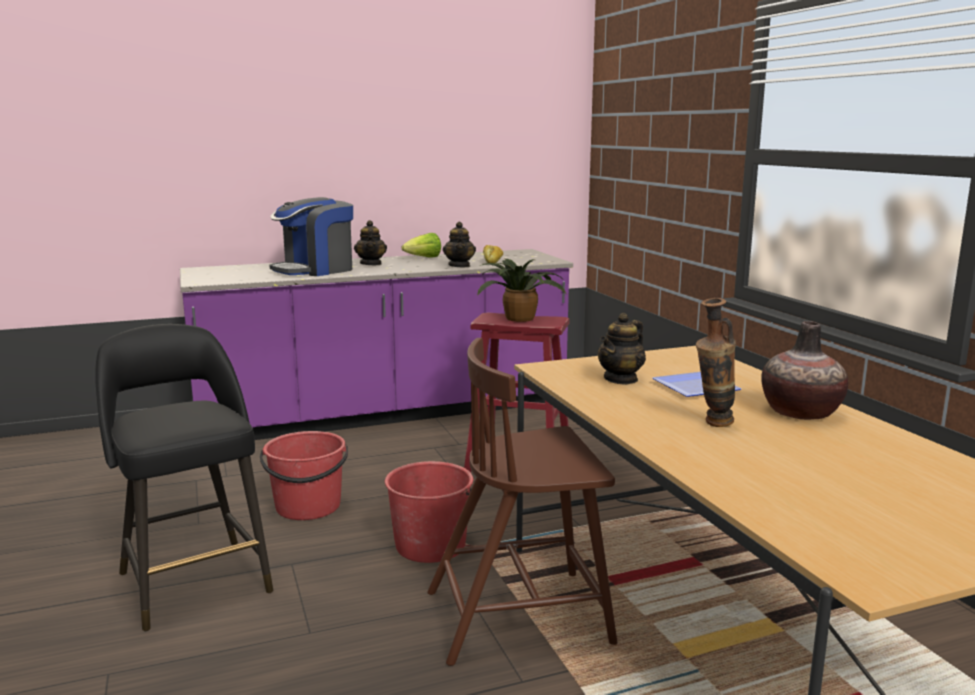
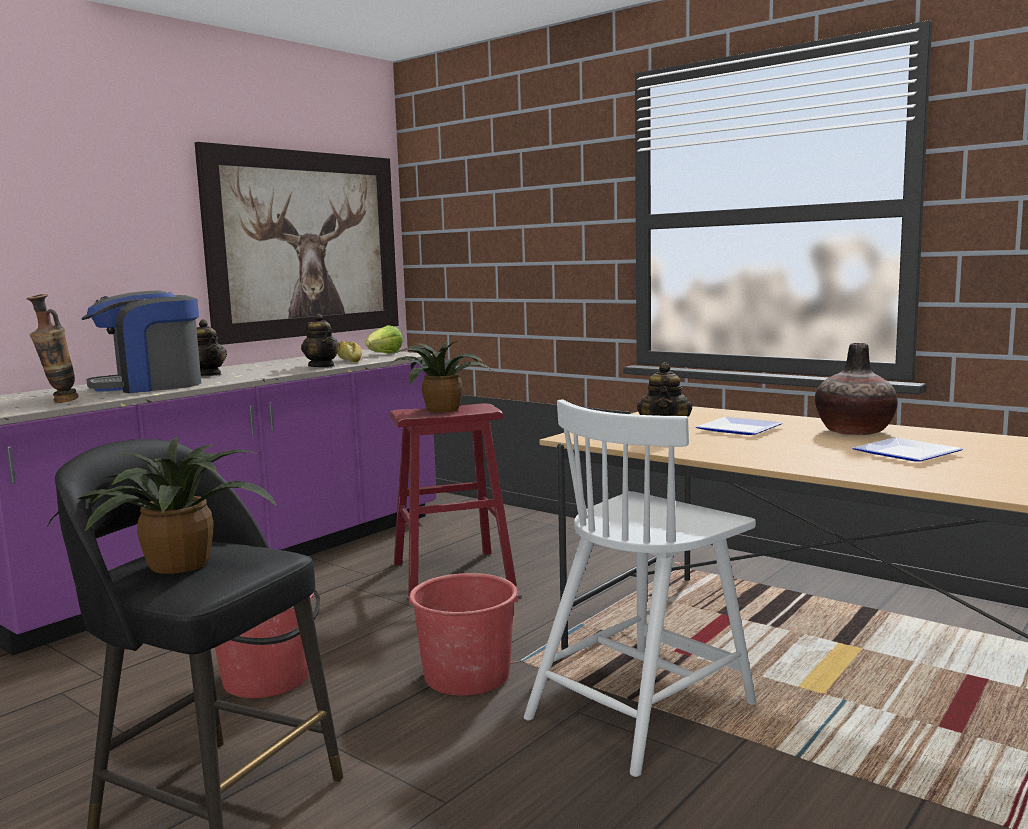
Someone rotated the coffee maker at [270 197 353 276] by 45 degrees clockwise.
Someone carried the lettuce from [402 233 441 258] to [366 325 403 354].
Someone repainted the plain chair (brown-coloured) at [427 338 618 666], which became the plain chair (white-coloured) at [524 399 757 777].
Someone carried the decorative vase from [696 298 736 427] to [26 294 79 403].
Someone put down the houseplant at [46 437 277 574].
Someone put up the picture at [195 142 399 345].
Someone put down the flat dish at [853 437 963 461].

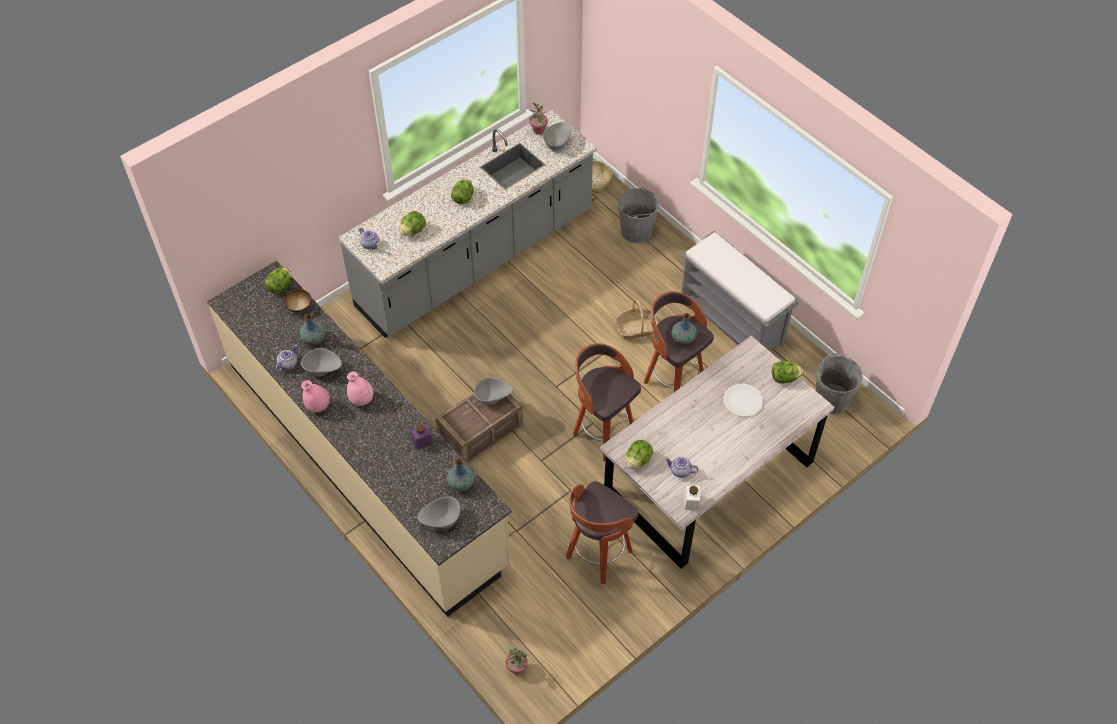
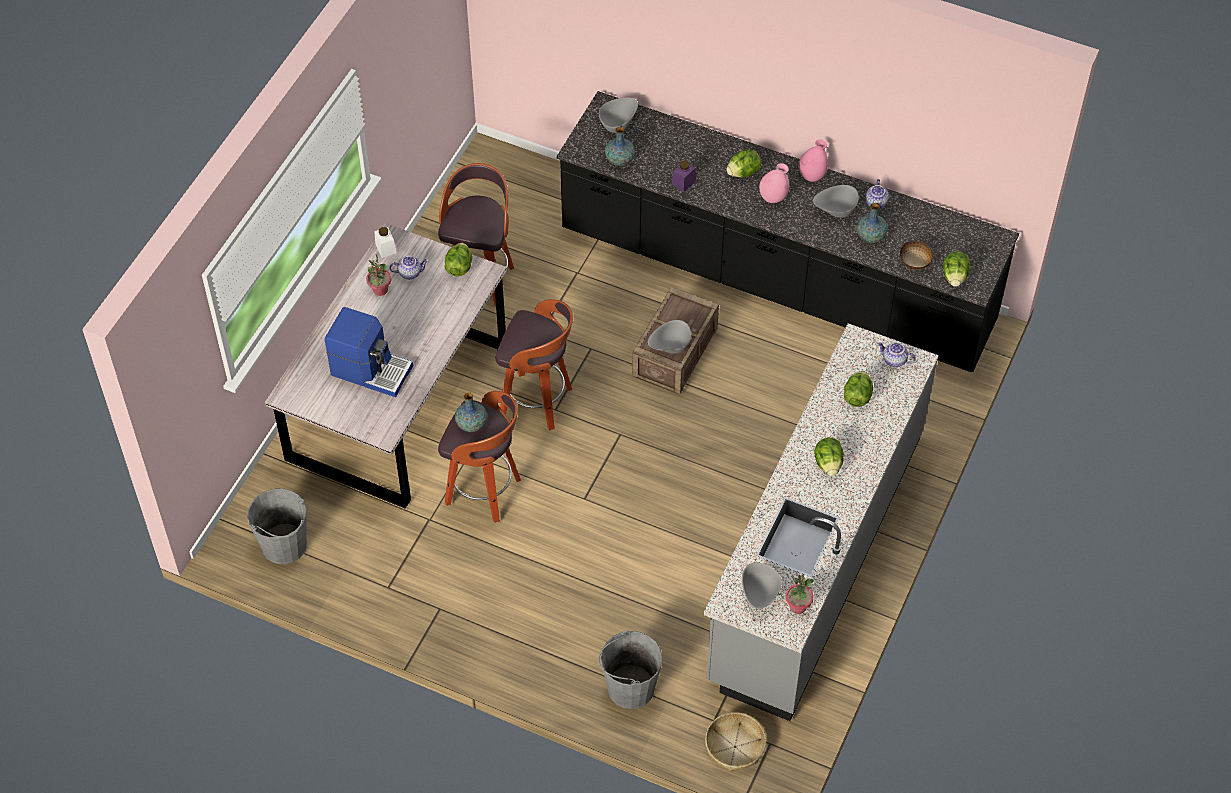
Someone repainted the kitchen base unit (beige-coloured) at [207 260 512 617], which became the kitchen base unit (blackish) at [557 91 1019 372].
Someone carried the houseplant from [506 648 528 674] to [366 255 391 296].
Someone took away the basket at [615 299 658 340].
Someone took away the indoor bench (gray) at [681 231 799 351].
Someone swapped the flat dish (white-coloured) at [723 384 763 417] for the coffee maker at [325 307 413 397].
Someone carried the lettuce from [772 361 803 384] to [726 149 761 178].

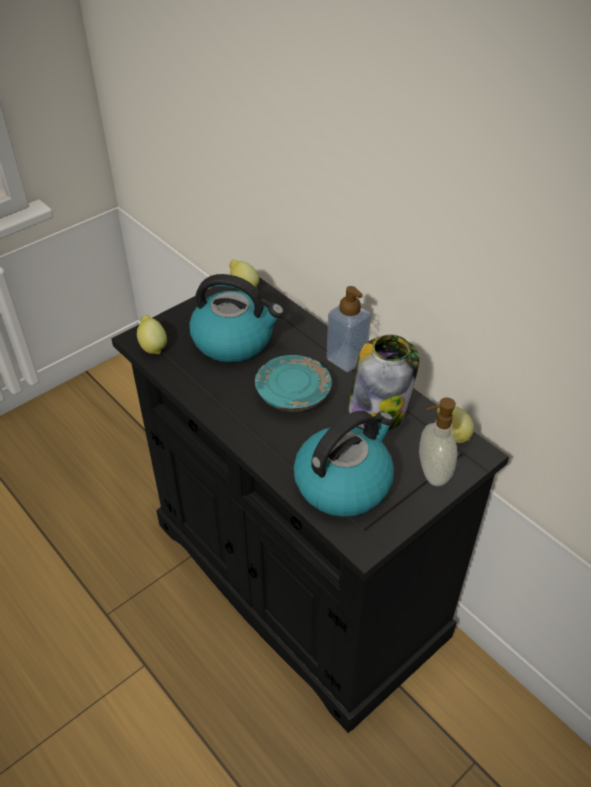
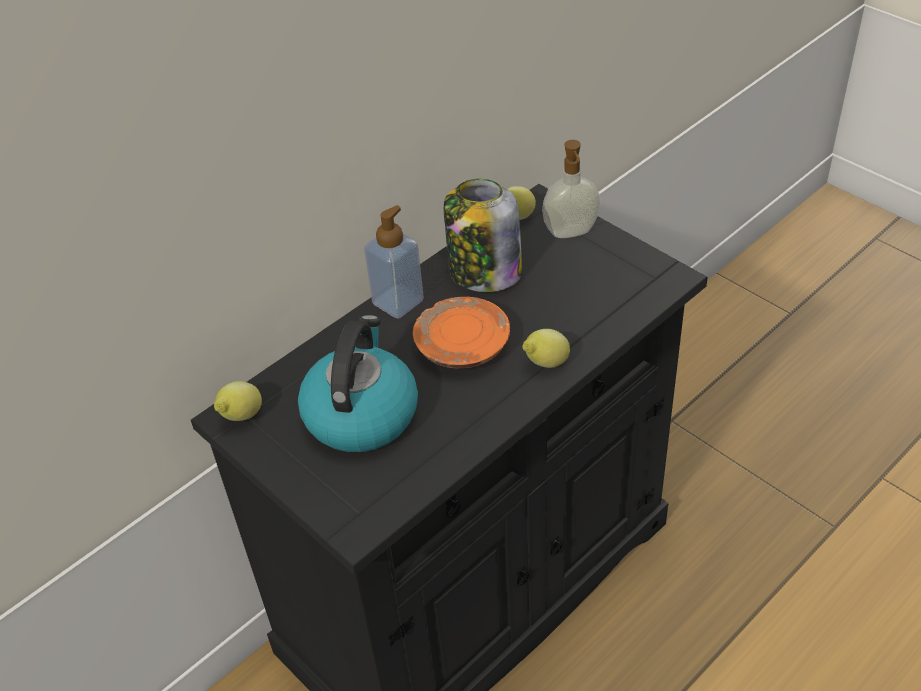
Someone carried the whole lemon from [137 315 167 355] to [523 329 570 368].
Someone repainted the flat dish (turquoise-coloured) at [255 355 332 412], which became the flat dish (orange-coloured) at [413 297 510 368].
Someone took away the water kettle at [294 411 394 517].

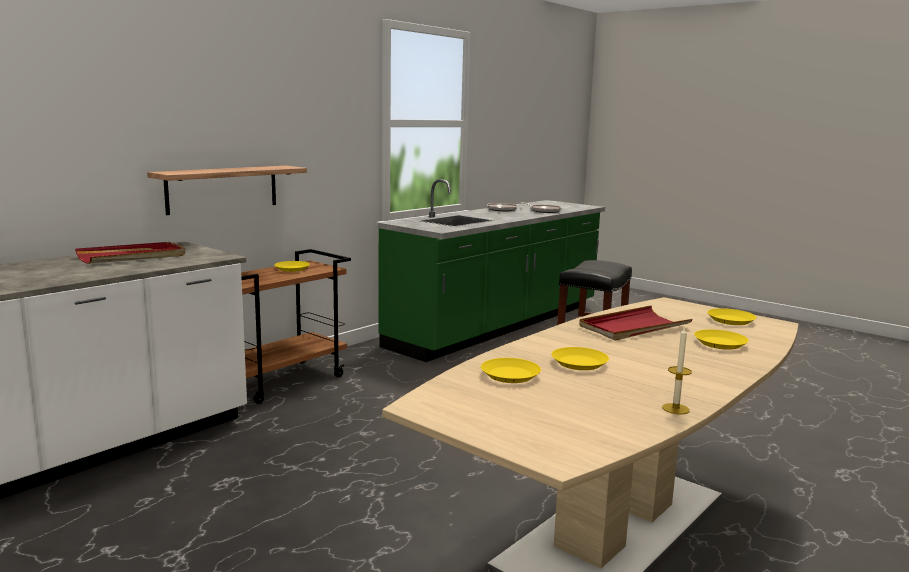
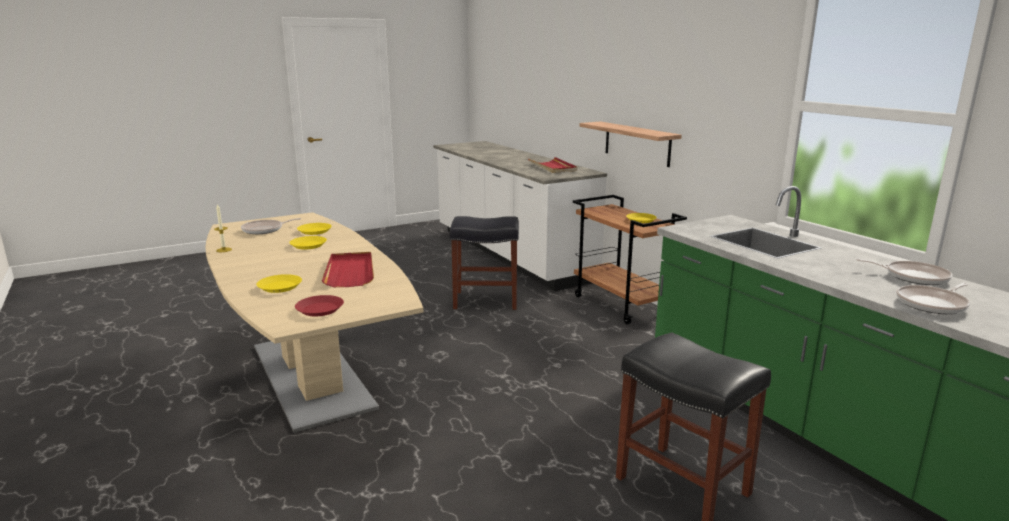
Someone repainted the flat dish (yellow-coloured) at [707 308 757 325], which became the flat dish (red) at [295 295 344 316].
Someone put down the frying pan at [241 218 301 234].
Someone put down the stool (blackish) at [450 216 519 310].

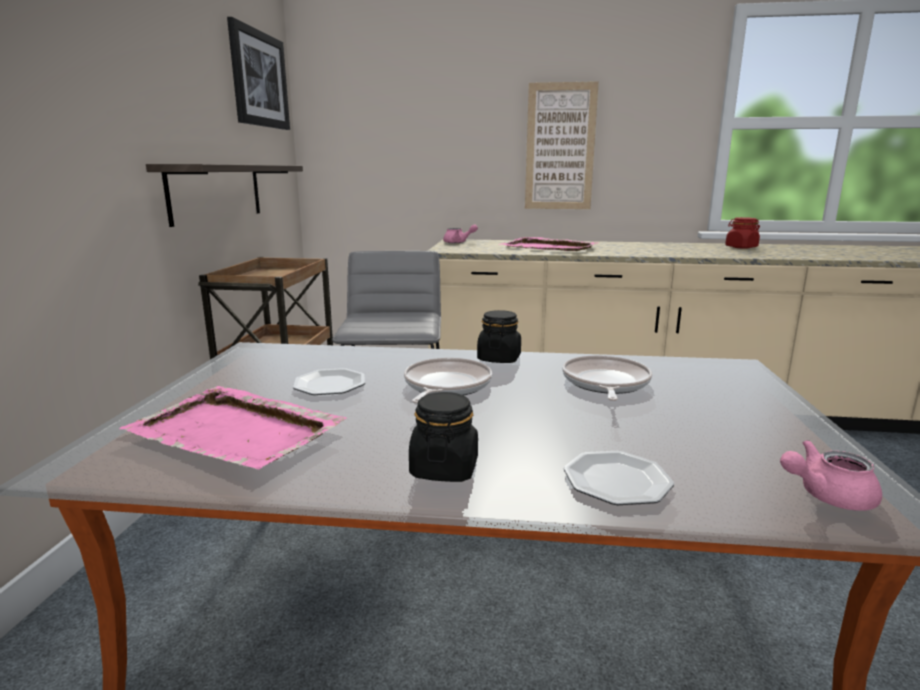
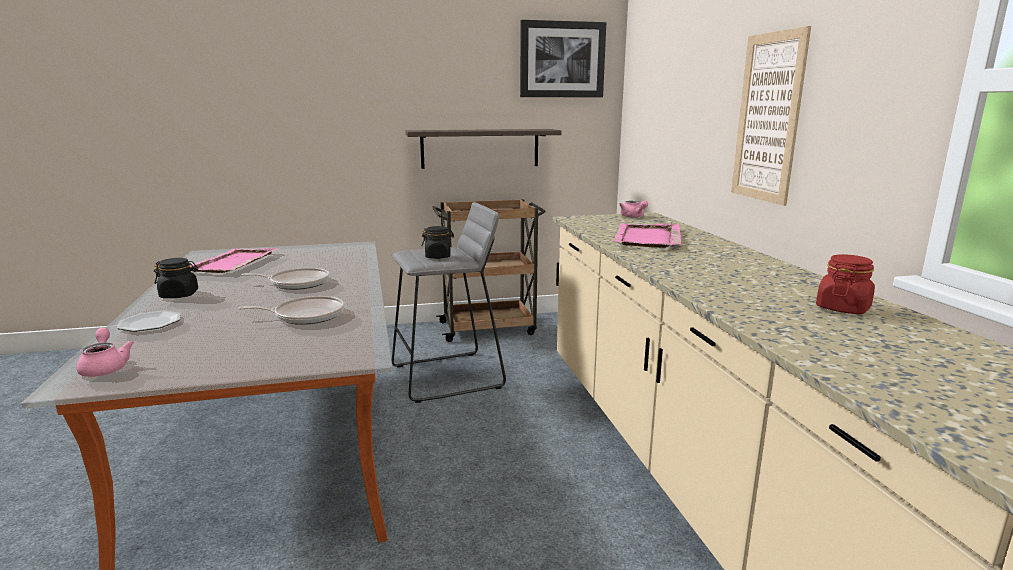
Someone took away the flat dish at [293 368 365 395].
Someone carried the preserve jar (blackish) from [477 310 521 363] to [422 226 454 259].

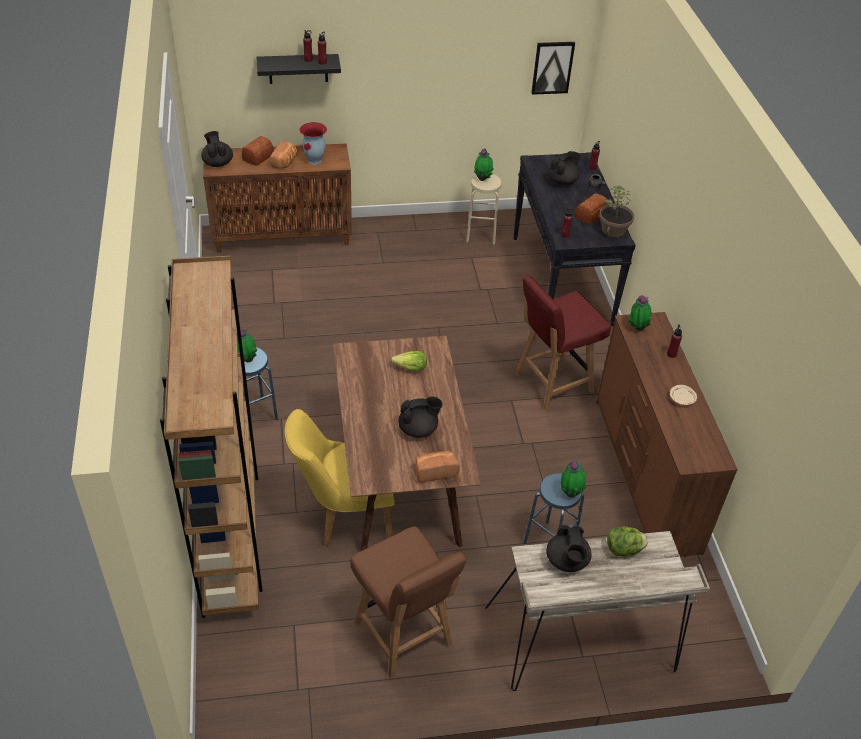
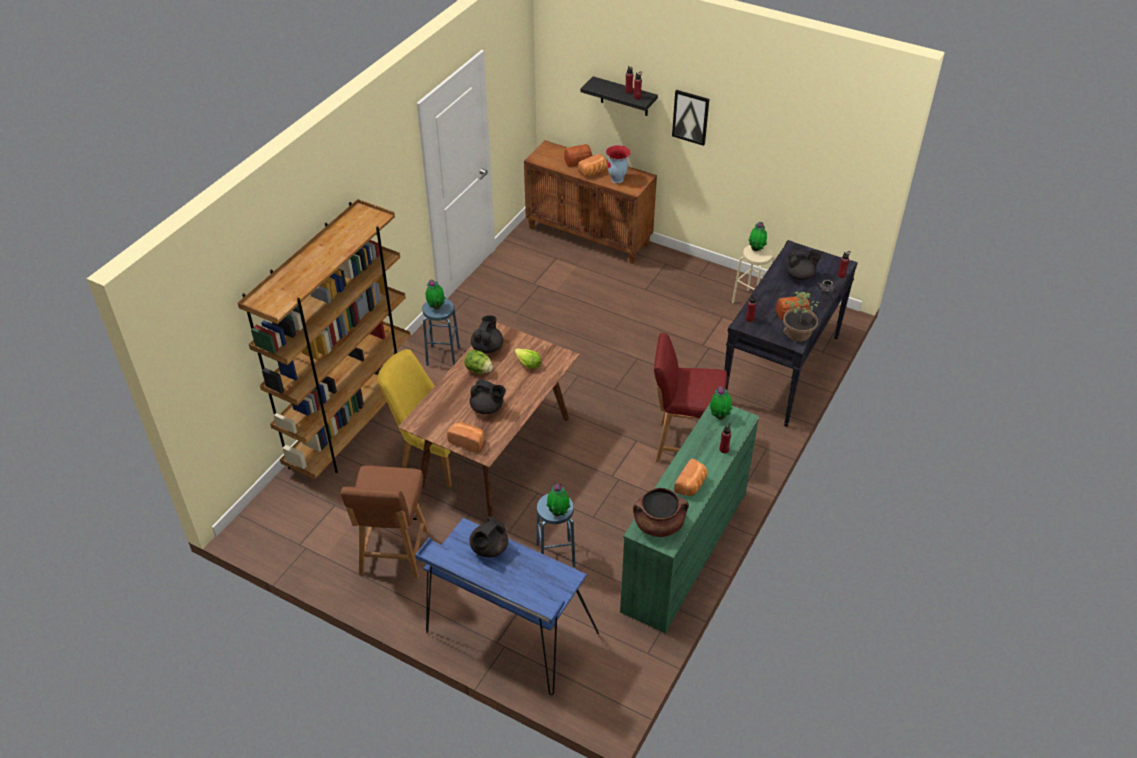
Someone carried the teapot (blackish) from [201 131 233 167] to [471 315 503 353].
Someone repainted the desk unit (beige-coloured) at [485 531 710 691], which became the desk unit (blue) at [415 518 599 695].
Someone carried the picture from [531 42 575 95] to [672 90 709 146].
Someone repainted the dresser (brown-coloured) at [596 312 738 557], which became the dresser (greenish) at [620 402 759 634].
Someone carried the lettuce from [607 526 648 556] to [464 350 493 374].
Someone swapped the flat dish (beige-coloured) at [670 385 697 405] for the bread at [674 459 708 496].
Someone put down the saucepot (brown-coloured) at [633 488 689 537].

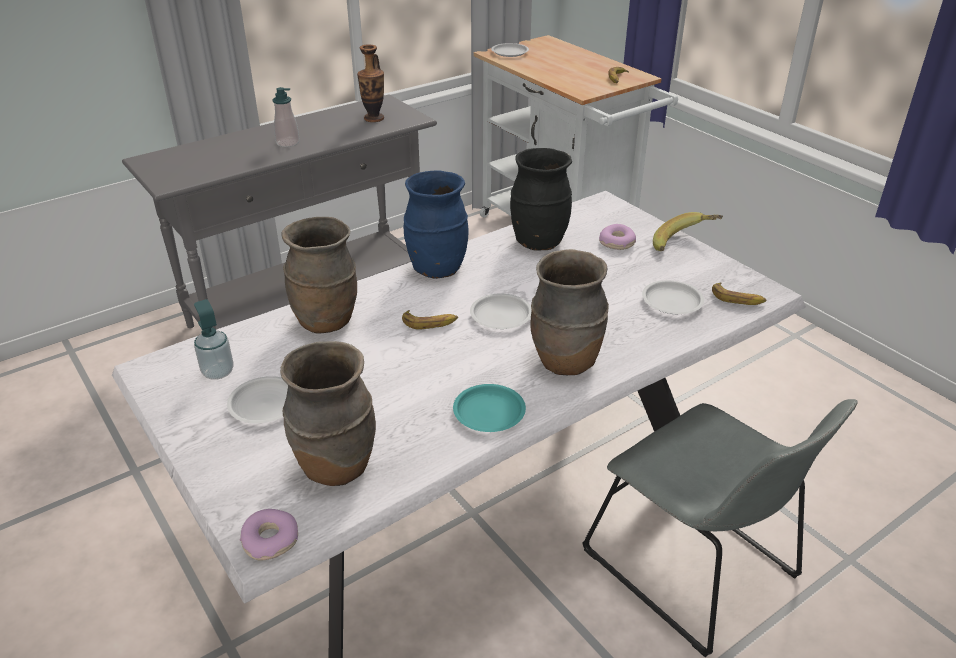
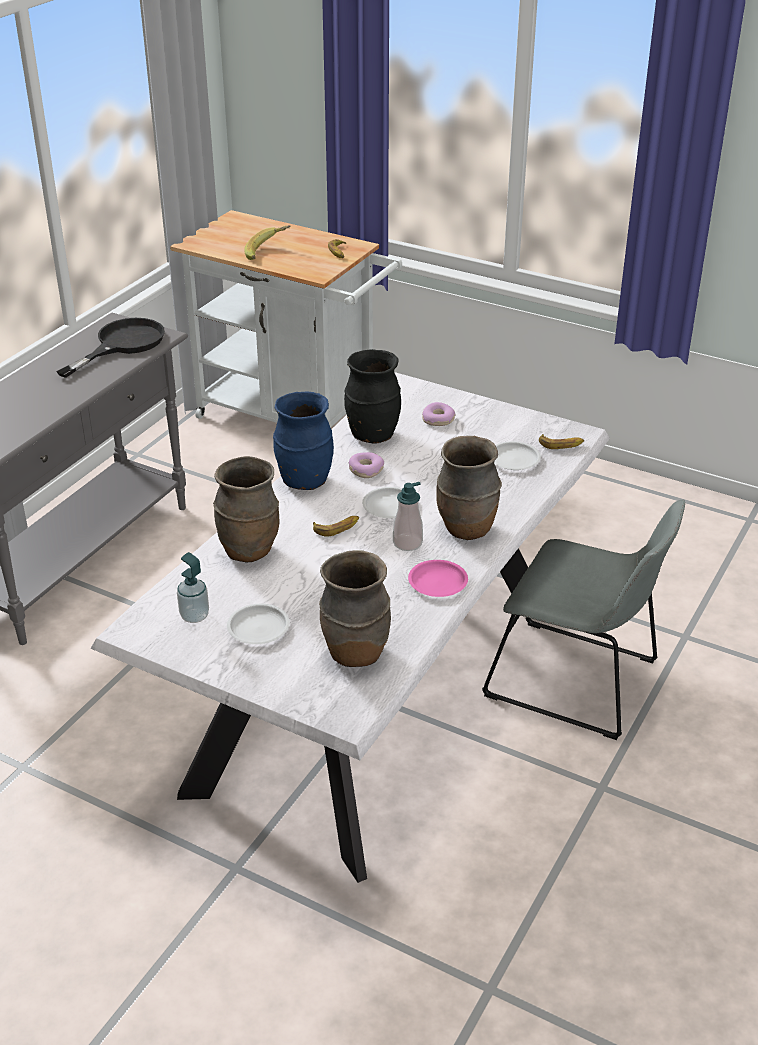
Someone carried the donut from [240 509 298 561] to [349 452 384 478].
Someone carried the soap bottle from [273 87 300 147] to [393 482 423 551].
Someone swapped the decorative vase at [357 44 384 122] for the frying pan (blackish) at [56 318 165 378].
Someone repainted the flat dish (turquoise-coloured) at [453 384 526 432], which became the flat dish (pink) at [408 560 468 597].
Someone took away the flat dish (white-coloured) at [491 43 529 57].
Someone carried the whole banana from [653 212 723 251] to [244 225 290 260].

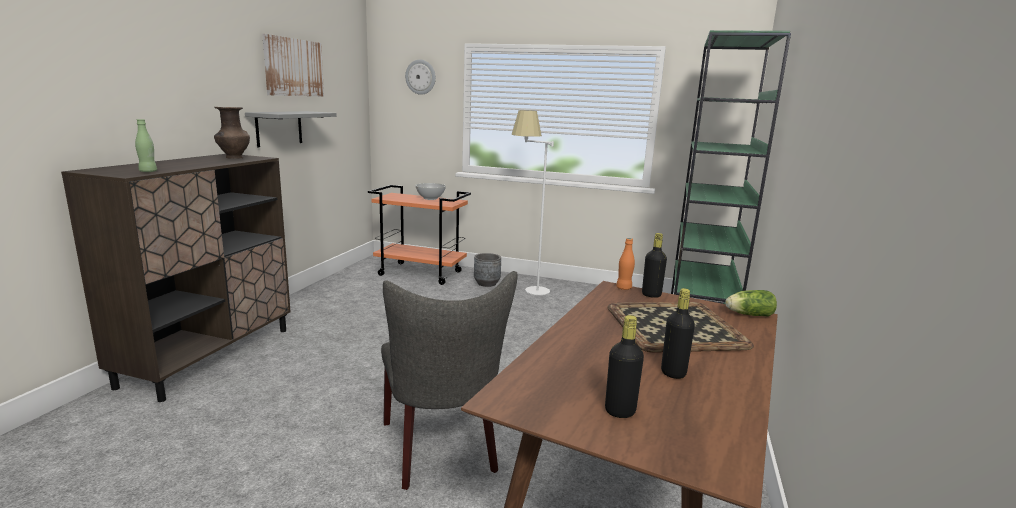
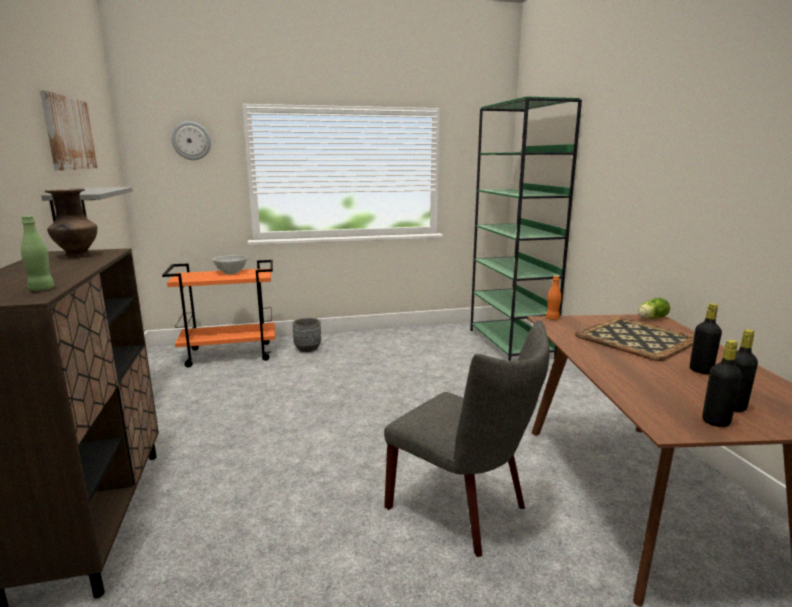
Someone took away the floor lamp (white-coloured) at [511 110 554 295].
Someone carried the beverage bottle (blackish) from [642 233 667 298] to [702 340 742 427].

